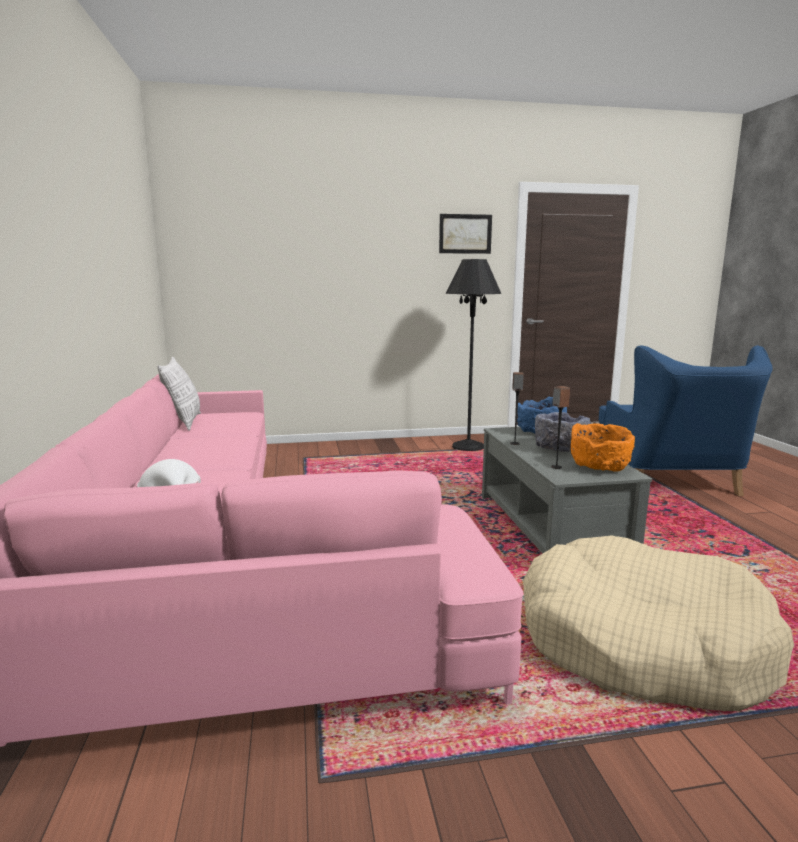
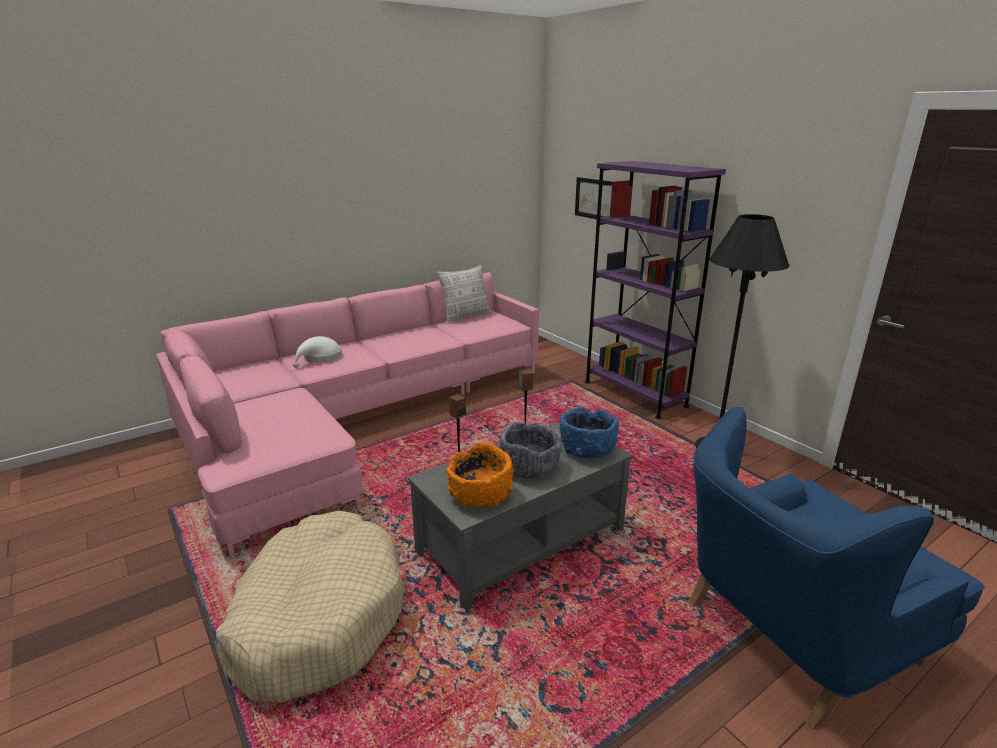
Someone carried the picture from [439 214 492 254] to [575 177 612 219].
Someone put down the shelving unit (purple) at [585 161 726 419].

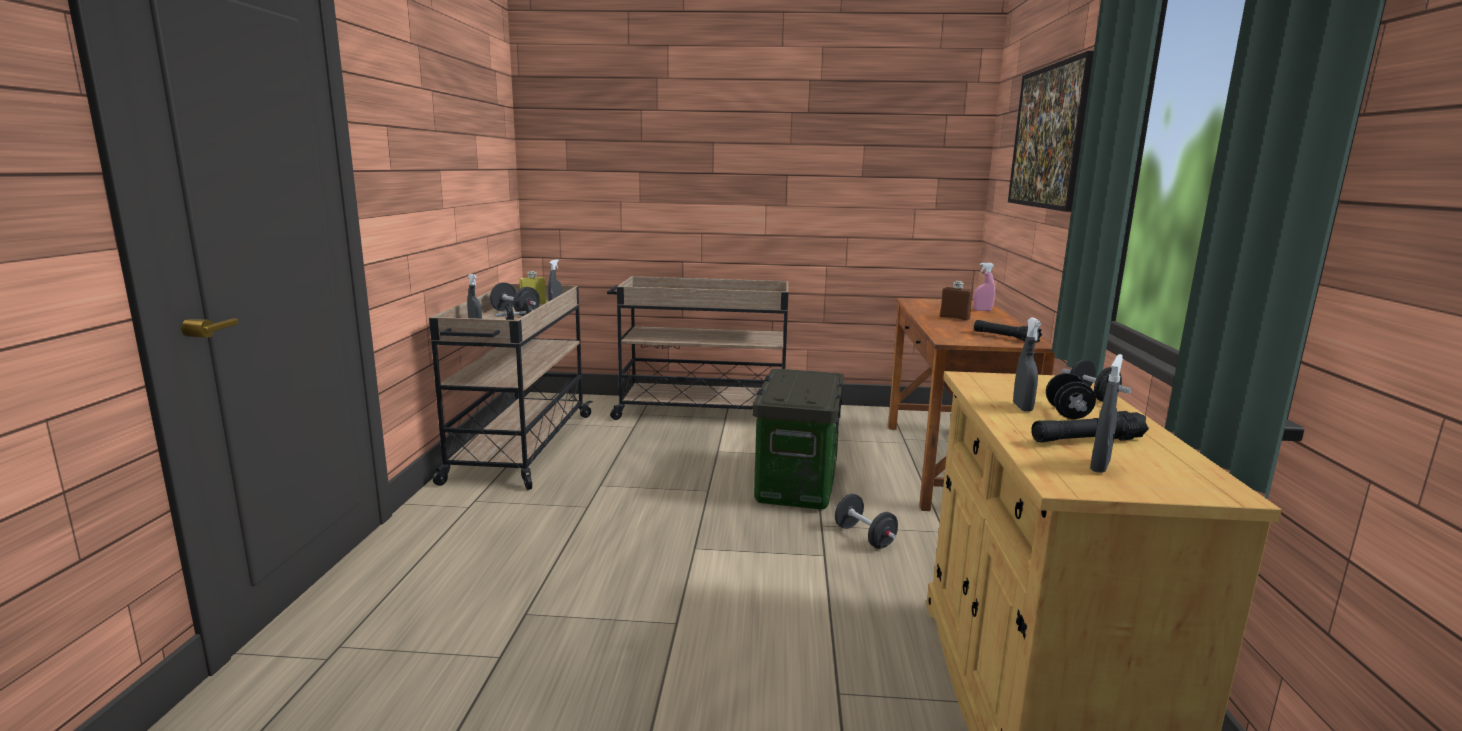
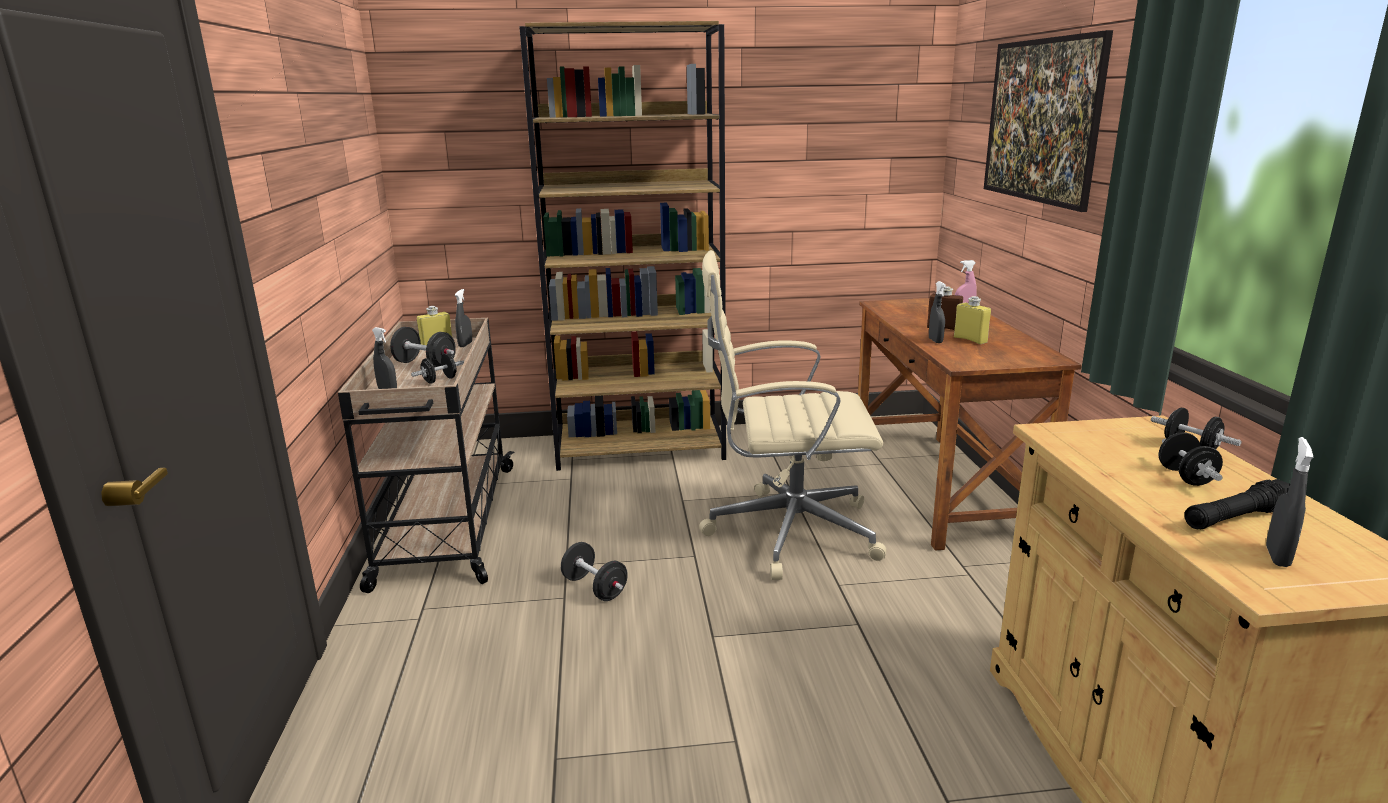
Someone swapped the trolley (beige-coloured) at [607 276 788 420] for the shelving unit (brown-coloured) at [520 21 726 471].
Someone swapped the storage container at [753 369 844 510] for the office chair (beige-coloured) at [699 250 886 580].
Someone carried the dumbbell (blackish) from [835 494 898 549] to [561 542 628 601].
Someone took away the hand torch (blackish) at [974 320 1042 343].
Someone carried the hand sprayer (gray) from [1013 318 1041 412] to [929 281 946 343].
Someone put down the beverage bottle (yellow-coloured) at [954 296 991 344].

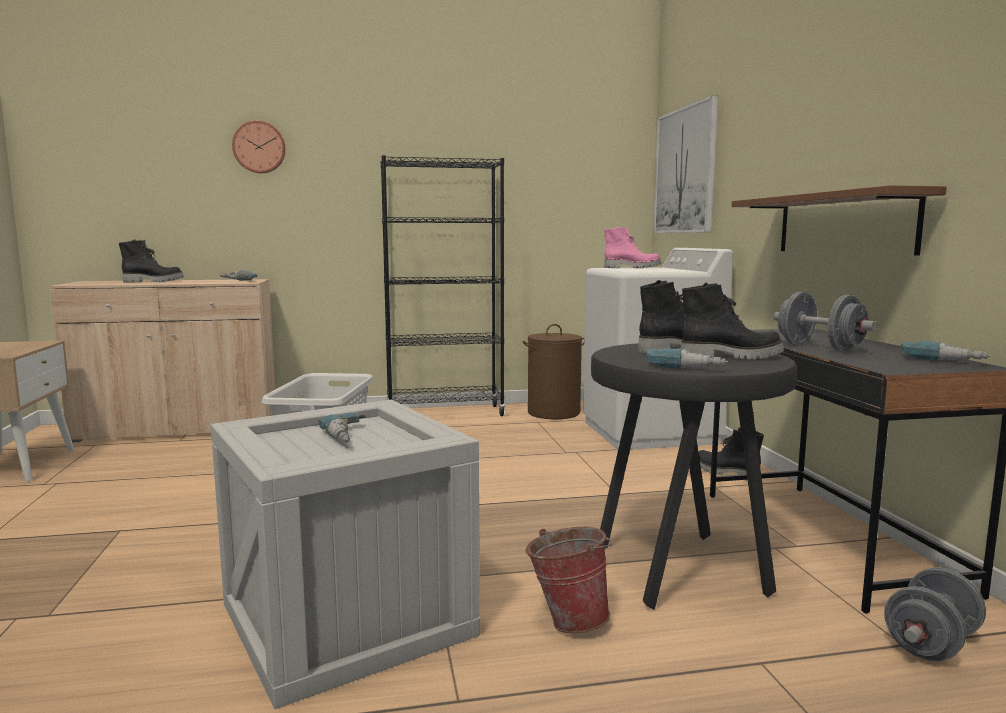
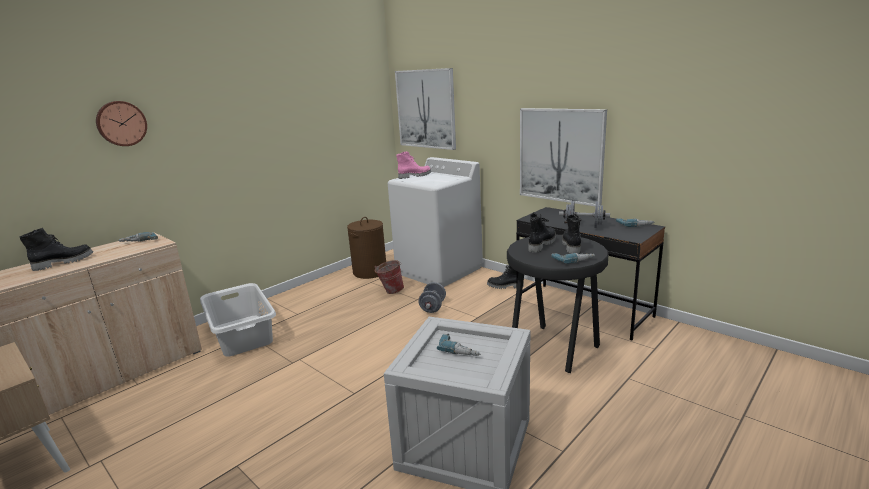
Someone took away the shelving unit (blackish) at [381 155 505 416].
Someone carried the bucket from [526 527 613 633] to [375 260 404 294].
Someone rotated the boot (blackish) at [681 282 784 359] by 45 degrees counterclockwise.
Someone swapped the shelf (brown-coloured) at [731 185 947 256] for the picture at [520 108 607 207].
Someone carried the dumbbell (gray) from [884 567 986 661] to [418 282 446 313].

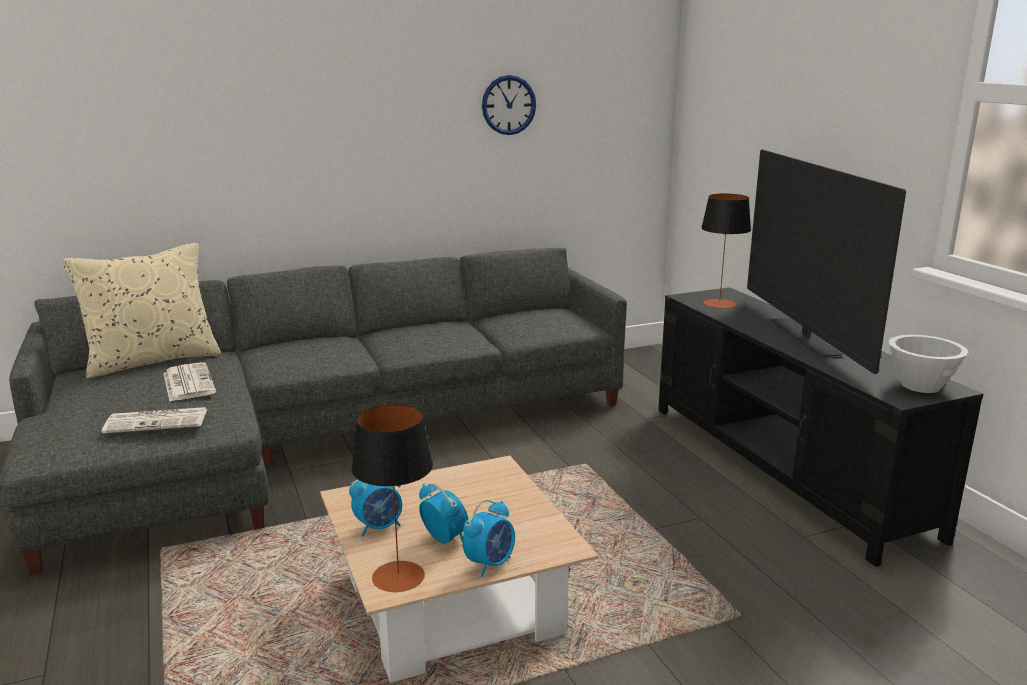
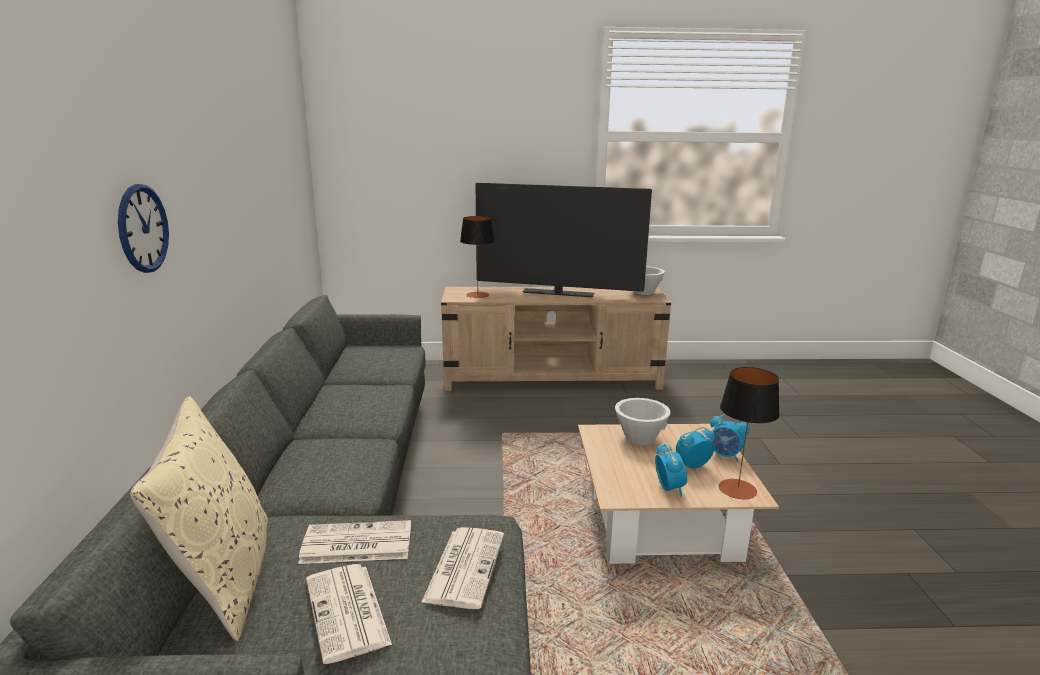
Someone rotated the bedside clock at [463 500 515 577] by 150 degrees clockwise.
Someone carried the hanging clock from [482 75 536 135] to [118 184 169 273].
Someone repainted the tv stand (blackish) at [658 287 984 567], which became the tv stand (beige-coloured) at [441 287 671 391].
Someone put down the printed paper at [306 564 392 664].
Someone put down the bowl (white-coloured) at [615 398 671 445].

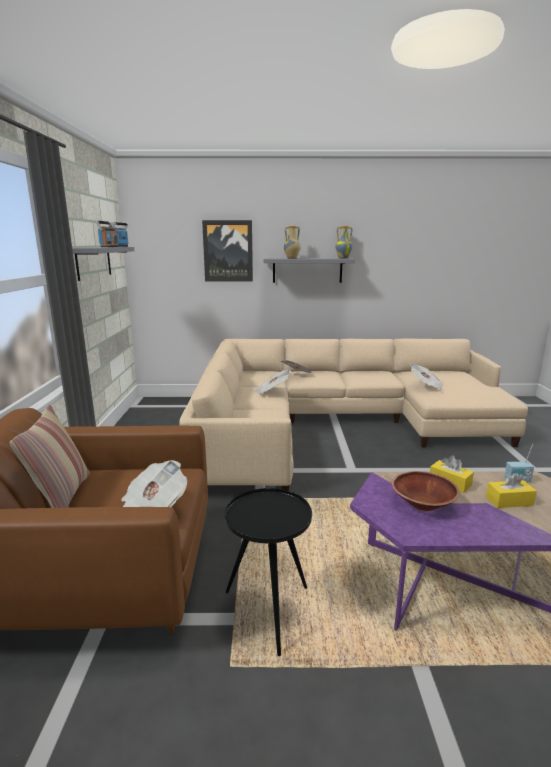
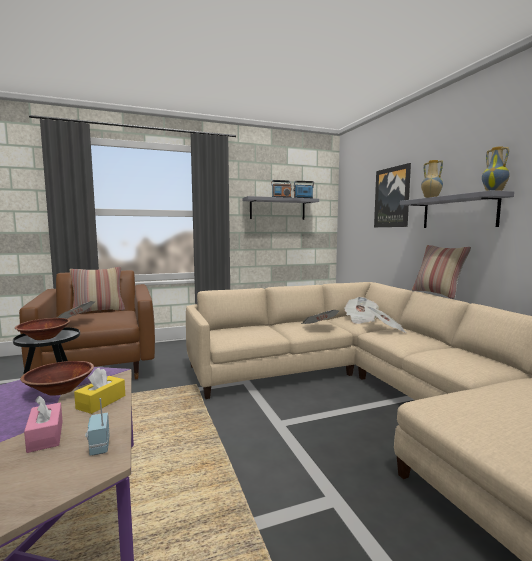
Someone carried the printed paper from [410 364 443 391] to [344 297 379 324].
Someone repainted the tissue box (yellow-coloured) at [486 473 537 508], which became the tissue box (pink) at [24 396 62 453].
Someone put down the bowl (brown-coloured) at [15 318 70 340].
Someone put down the throw pillow at [412 245 471 299].

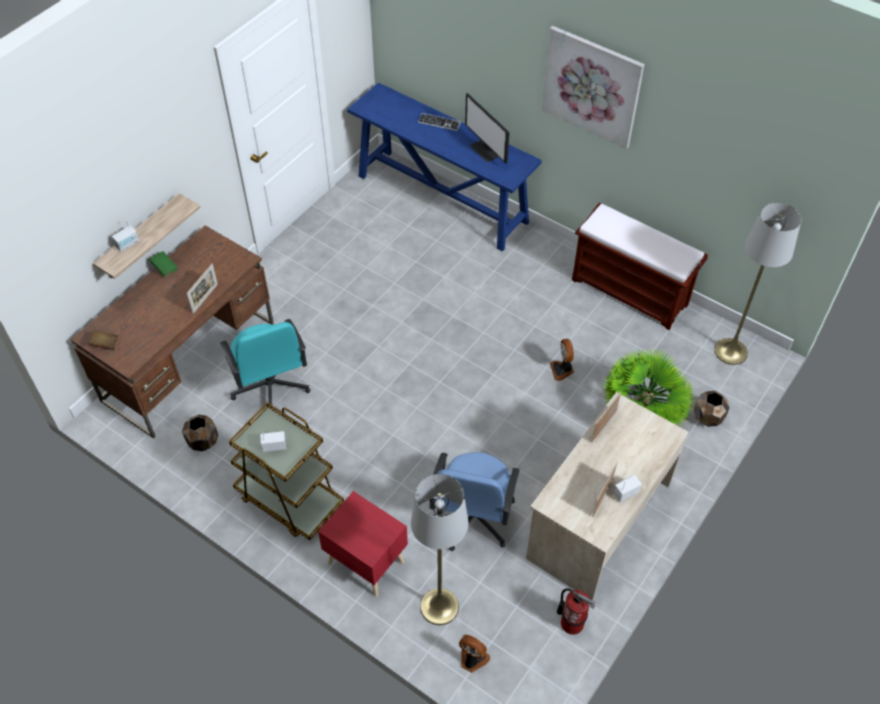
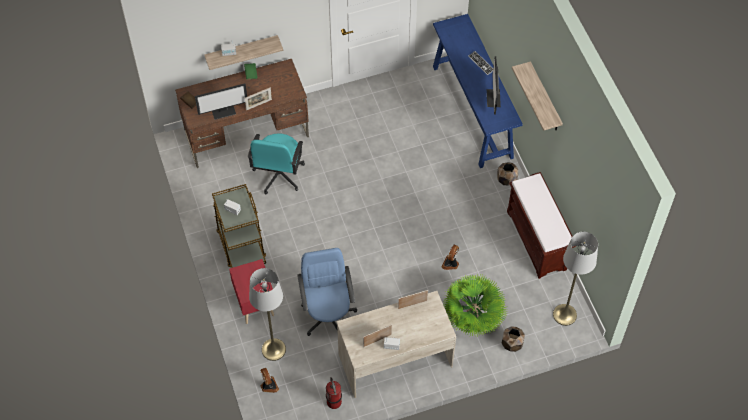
Someone carried the flower pot (brown-coloured) from [182 414 218 451] to [497 163 518 186].
Someone rotated the office chair (blue) at [430 452 520 551] by 120 degrees clockwise.
Someone swapped the picture at [542 26 645 149] for the shelf at [512 61 563 131].
Someone put down the monitor at [195 83 247 120].

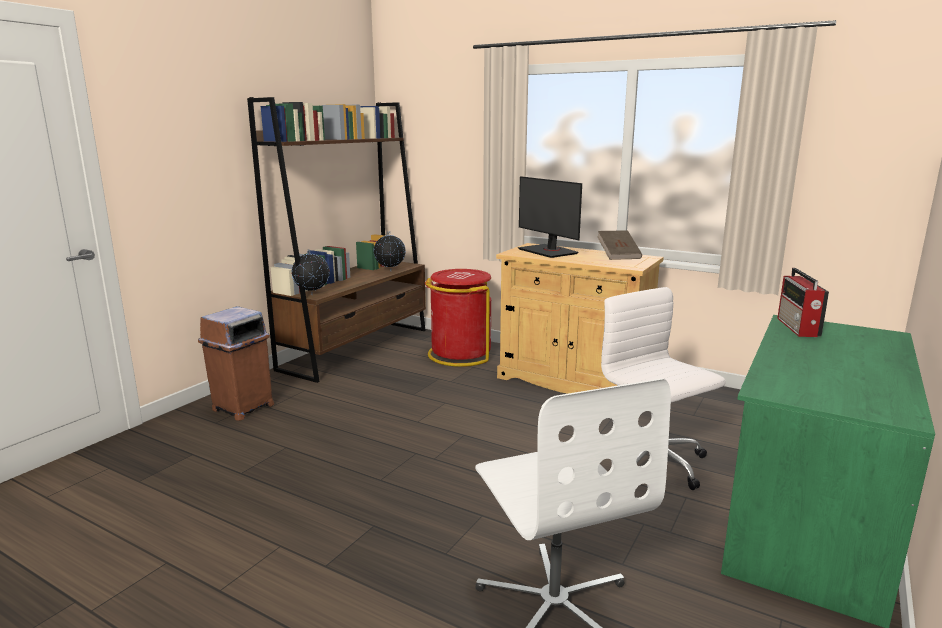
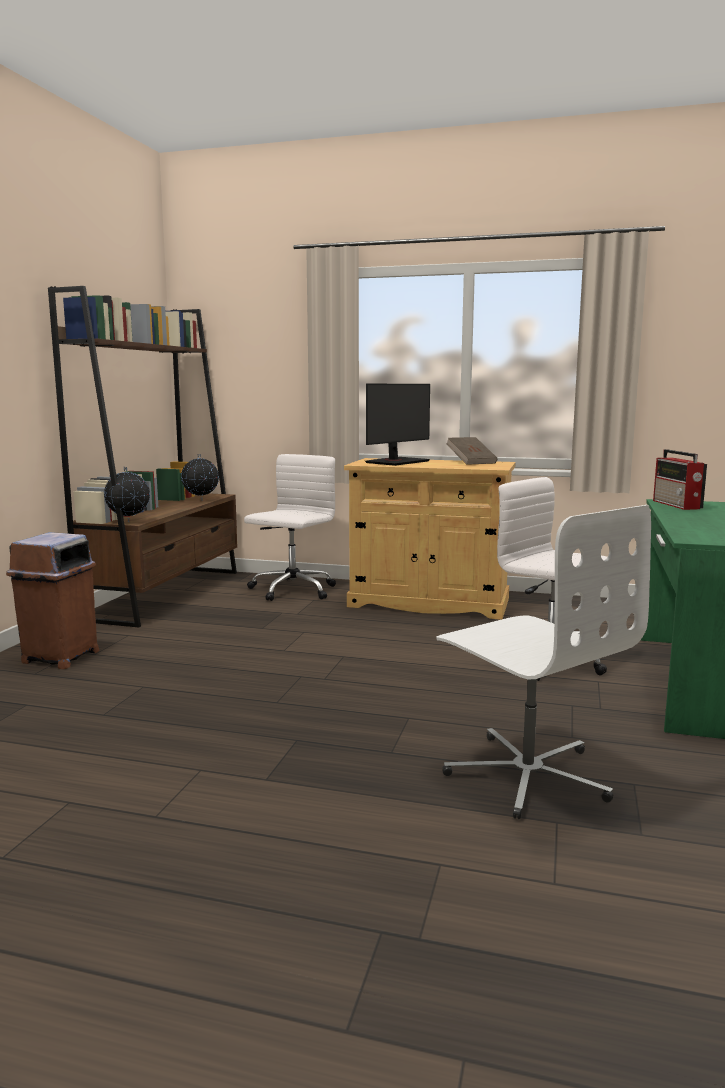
Someone swapped the rubbish bin (red) at [425 269 491 367] for the office chair (white-coloured) at [244 454 336 601].
Someone rotated the monitor at [518 176 582 258] by 90 degrees counterclockwise.

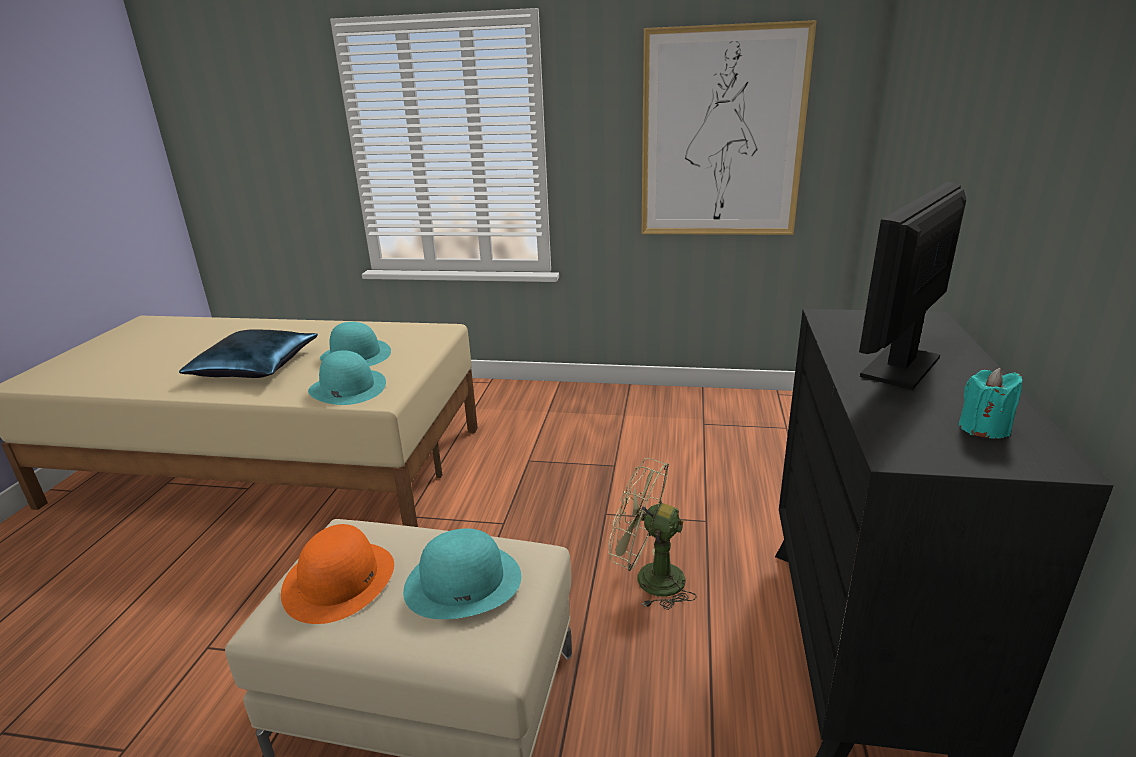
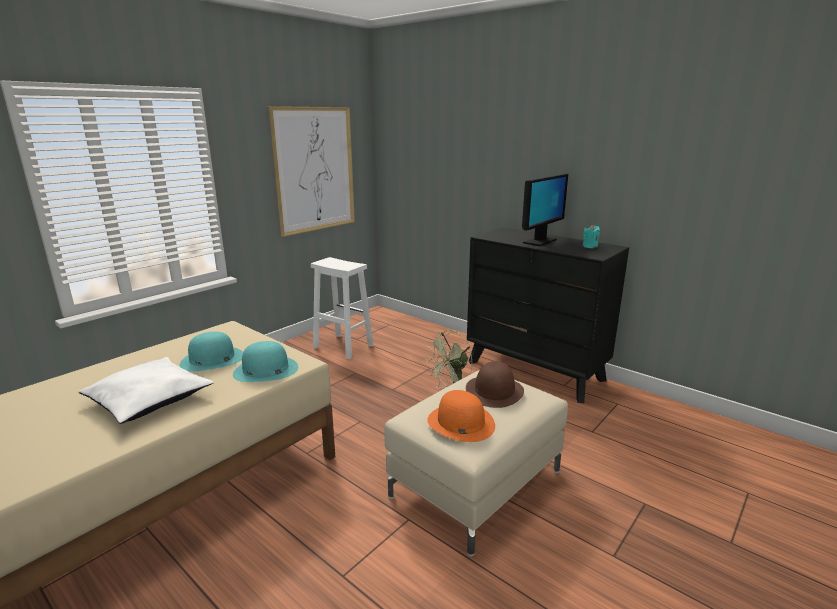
Someone repainted the throw pillow (blue) at [179 329 318 378], which became the throw pillow (white-coloured) at [79 357 214 424].
Someone repainted the hat (turquoise-coloured) at [403 528 521 619], which became the hat (brown-coloured) at [466 361 524 408].
Someone rotated the monitor at [859 182 966 390] by 120 degrees counterclockwise.
Someone put down the stool (white-coloured) at [311 257 373 359].

